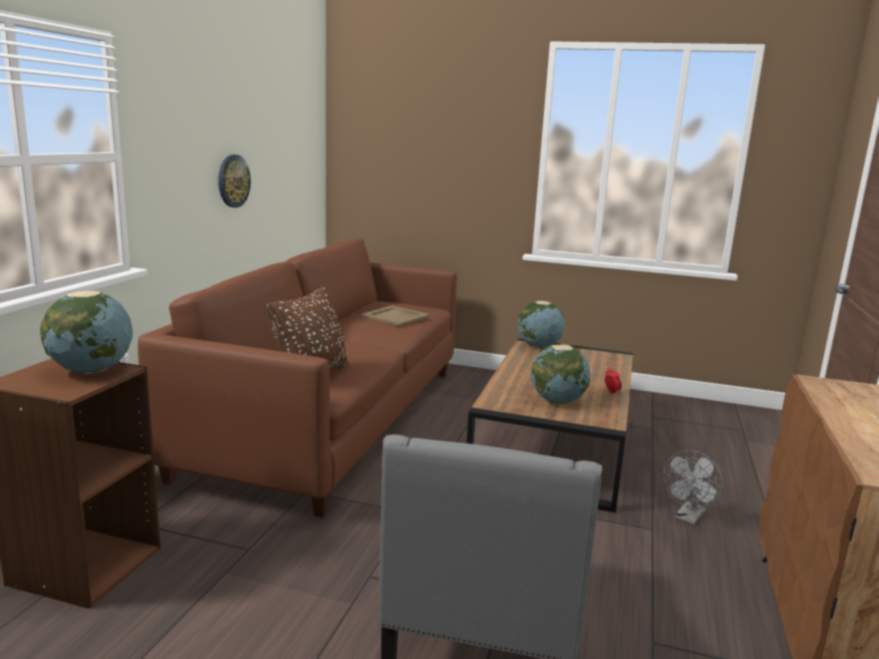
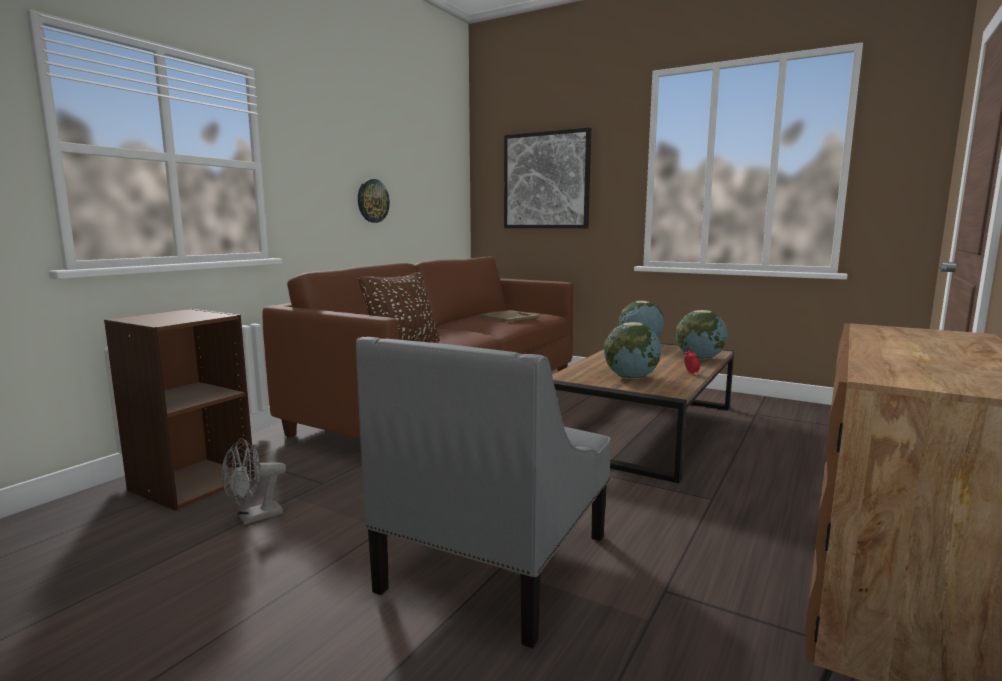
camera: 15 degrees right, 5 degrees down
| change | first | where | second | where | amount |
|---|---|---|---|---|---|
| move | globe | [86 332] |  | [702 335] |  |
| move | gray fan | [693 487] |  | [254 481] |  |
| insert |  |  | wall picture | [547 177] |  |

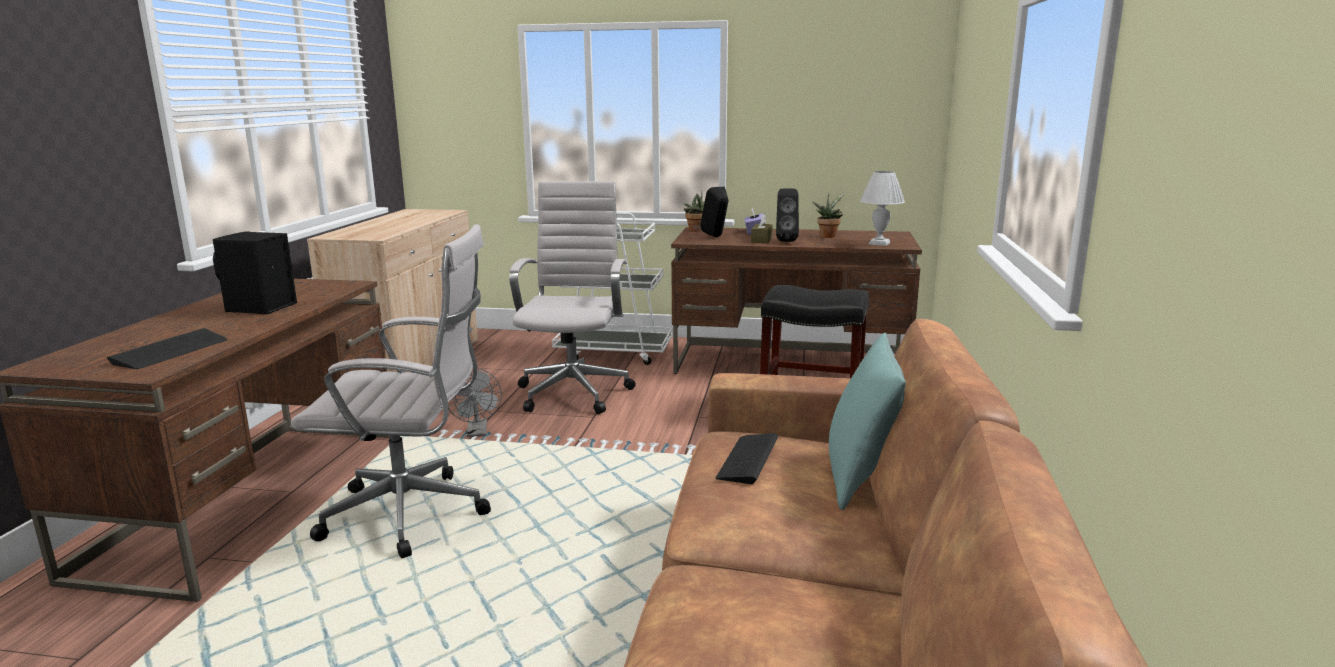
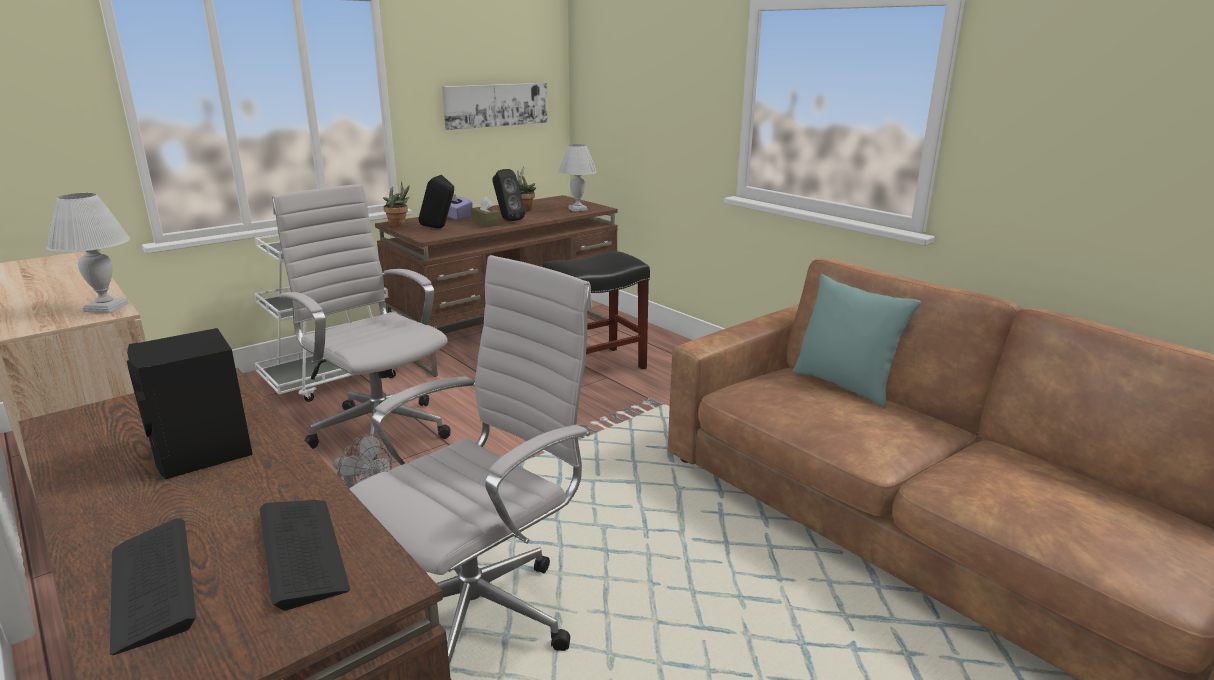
camera: 50 degrees left, 5 degrees up
| change | first | where | second | where | amount |
|---|---|---|---|---|---|
| move | keyboard | [747 458] |  | [153 586] |  |
| insert |  |  | wall picture | [495 106] |  |
| insert |  |  | white-coloured lamp for a table | [88 253] |  |

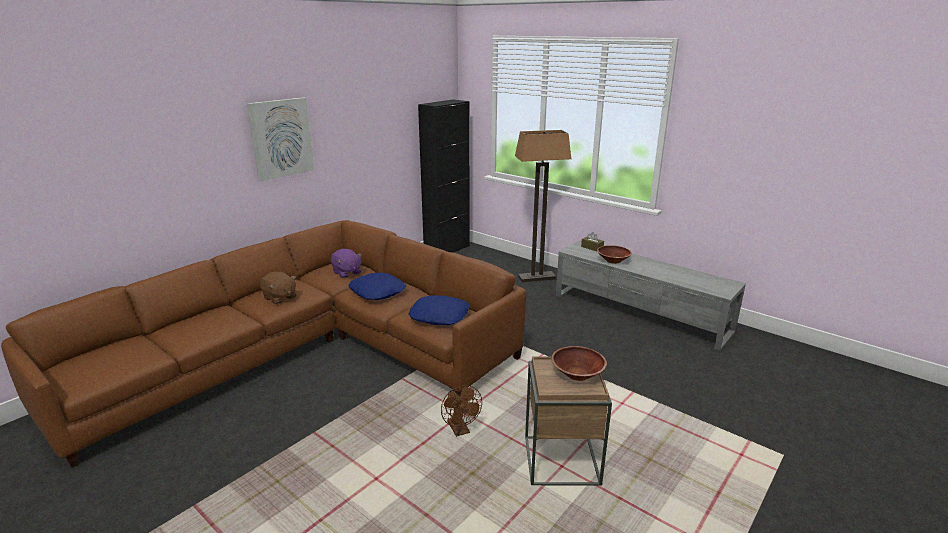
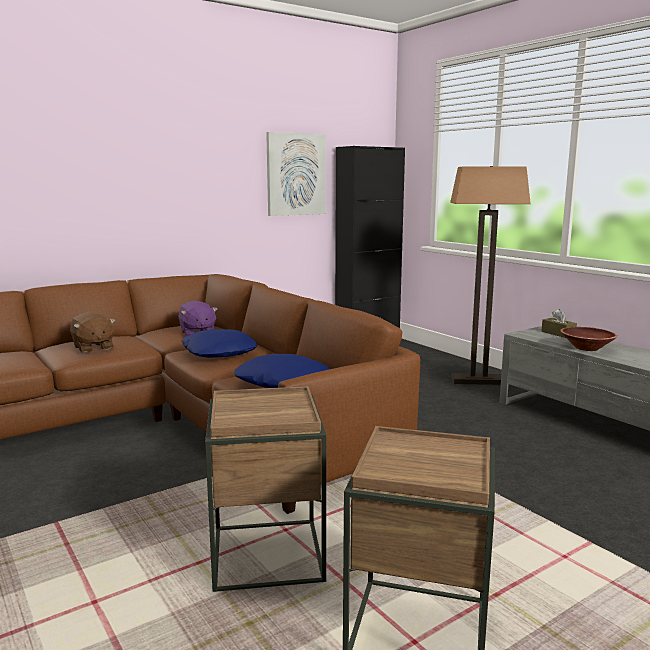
camera: 15 degrees right, 10 degrees down
| change | first | where | second | where | amount |
|---|---|---|---|---|---|
| move | wall picture | [280 139] |  | [296 174] |  |
| delete | brown serving bowl | [579 363] |  |  |  |
| replace | brown fan | [461 411] | brown end table | [265 489] |  |

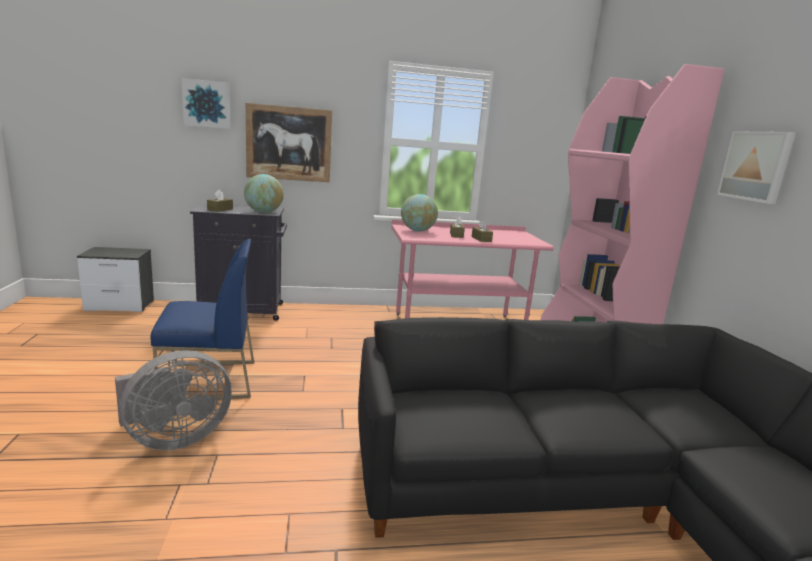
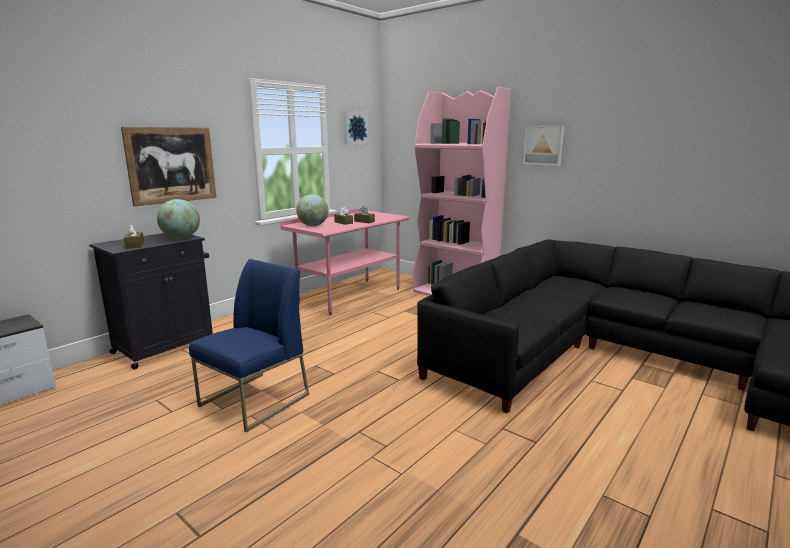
camera: 40 degrees left, 0 degrees up
| change | first | where | second | where | amount |
|---|---|---|---|---|---|
| move | wall picture | [206 103] |  | [356 128] |  |
| delete | gray fan | [173 400] |  |  |  |

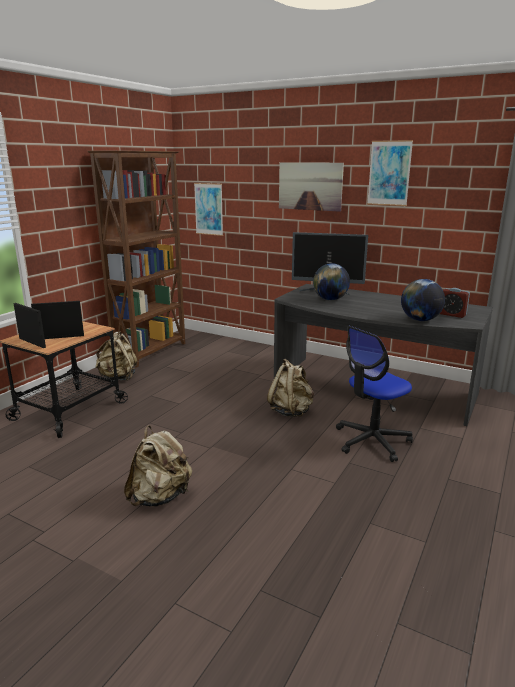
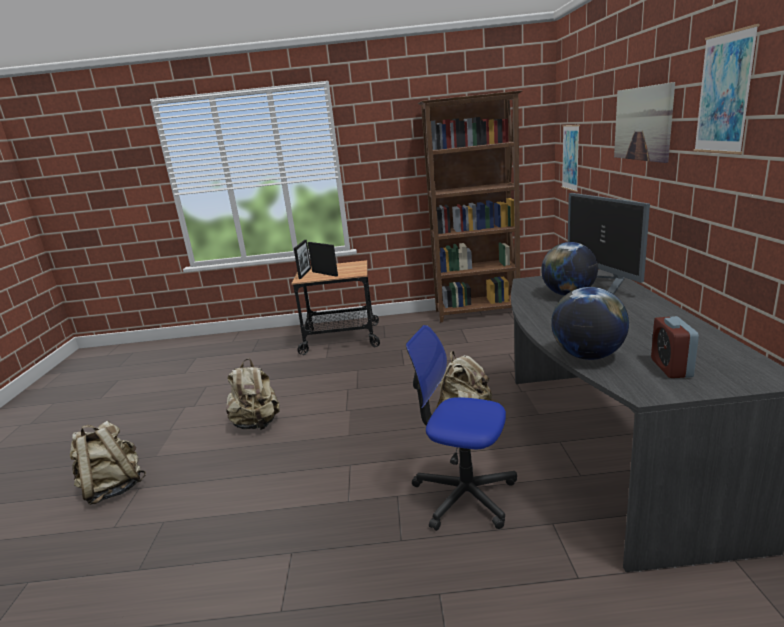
camera: 60 degrees right, 0 degrees up
| change | first | where | second | where | amount |
|---|---|---|---|---|---|
| move | beige rucksack | [116 356] |  | [108 462] |  |

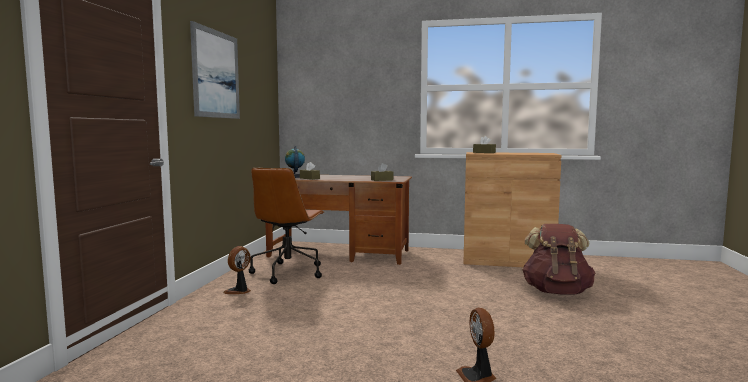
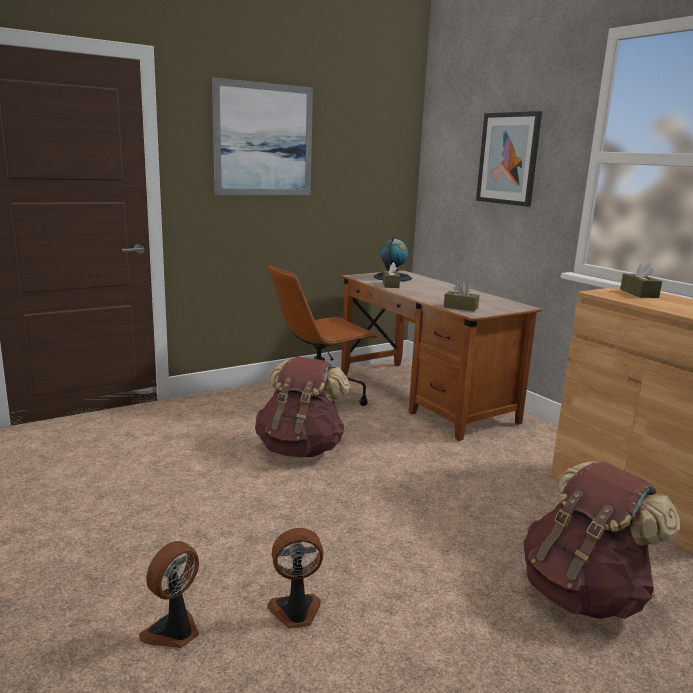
camera: 45 degrees right, 10 degrees up
| change | first | where | second | where | amount |
|---|---|---|---|---|---|
| move | fan | [237 270] |  | [295 578] |  |
| insert |  |  | wall picture | [509 159] |  |
| insert |  |  | brown rucksack | [302 407] |  |

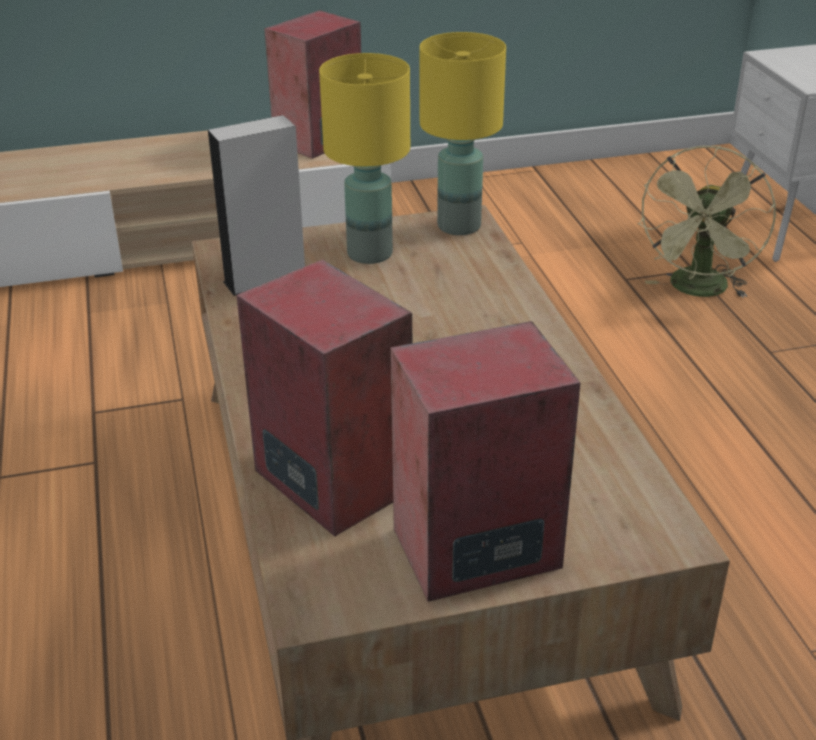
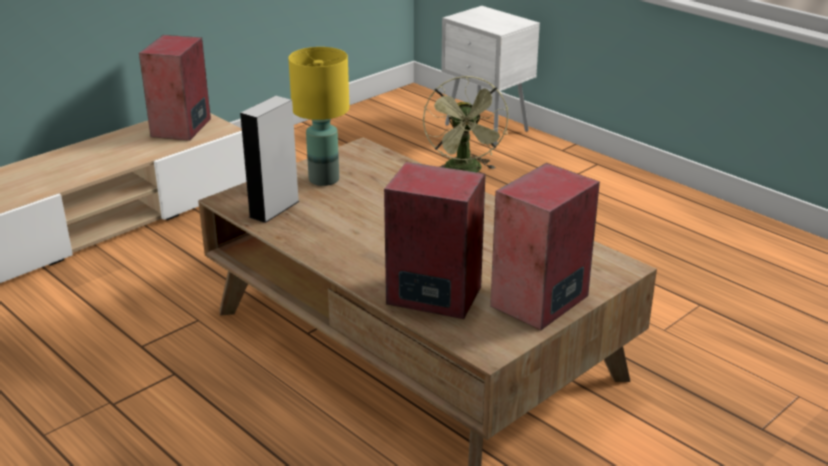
camera: 30 degrees left, 5 degrees down
| change | first | where | second | where | amount |
|---|---|---|---|---|---|
| delete | yellow-coloured lamp for a table | [463 133] |  |  |  |

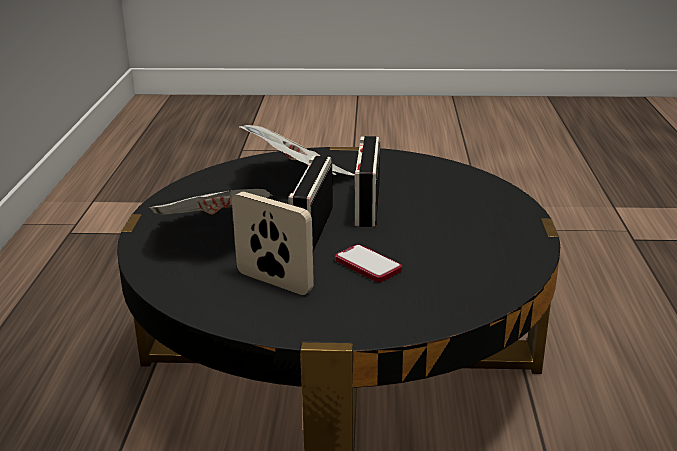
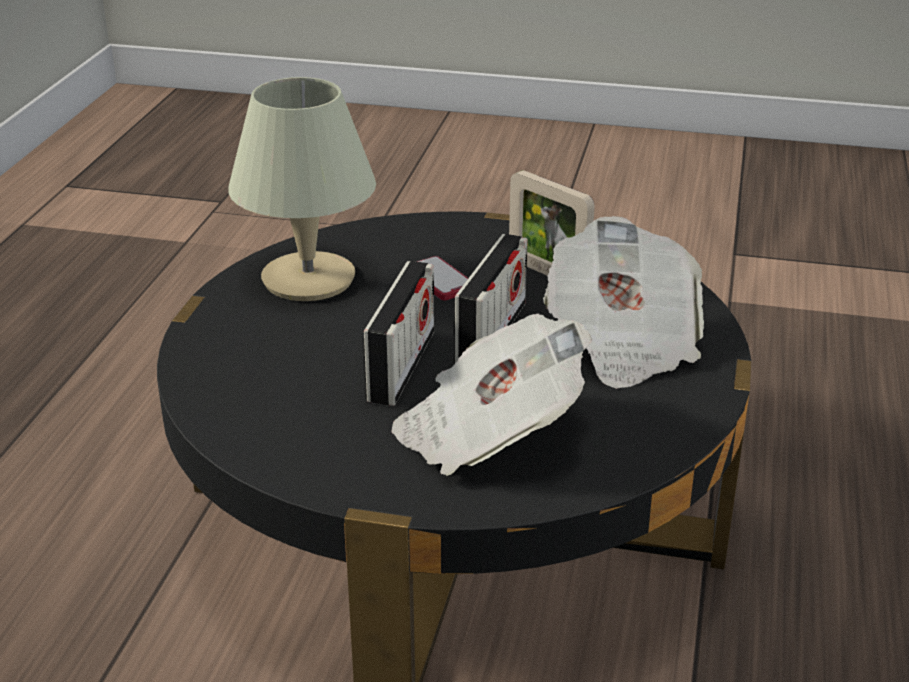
camera: 170 degrees left, 5 degrees up
| change | first | where | second | where | amount |
|---|---|---|---|---|---|
| insert |  |  | beige lamp for a table | [302 189] |  |

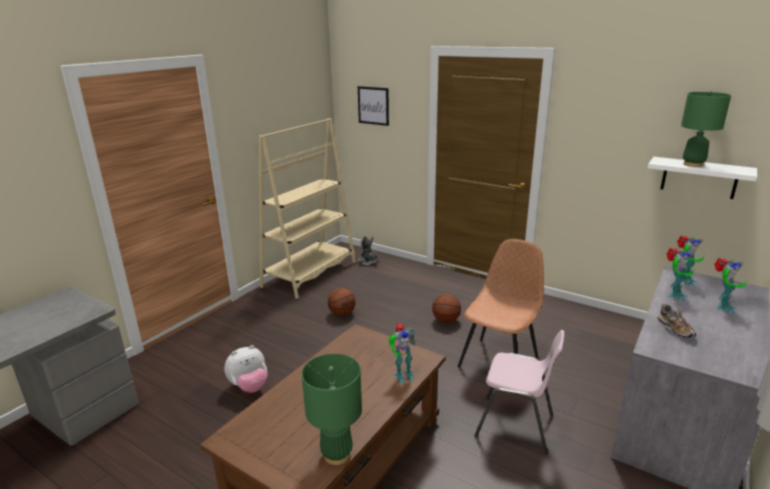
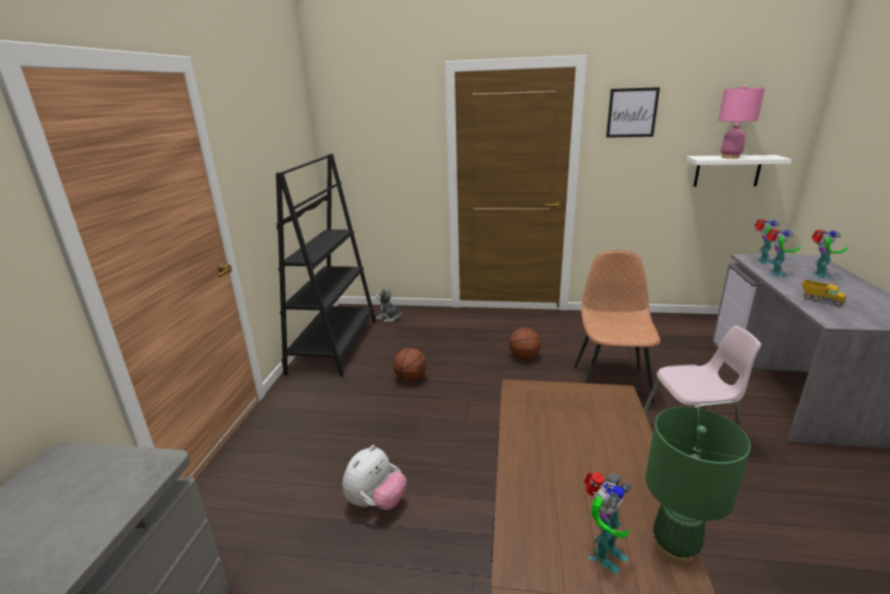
camera: 25 degrees left, 0 degrees up
| change | first | where | second | where | amount |
|---|---|---|---|---|---|
| move | wall picture | [373 106] |  | [633 112] |  |
| recolor | green lamp for a table | [706 129] | pink-coloured lamp for a table | [742 122] |  |
| recolor | beige bookshelf | [307 208] | black bookshelf | [326 265] |  |
| replace | shoe | [677 321] | toy lorry | [824 293] |  |
| move | model robot | [402 353] |  | [608 522] |  |

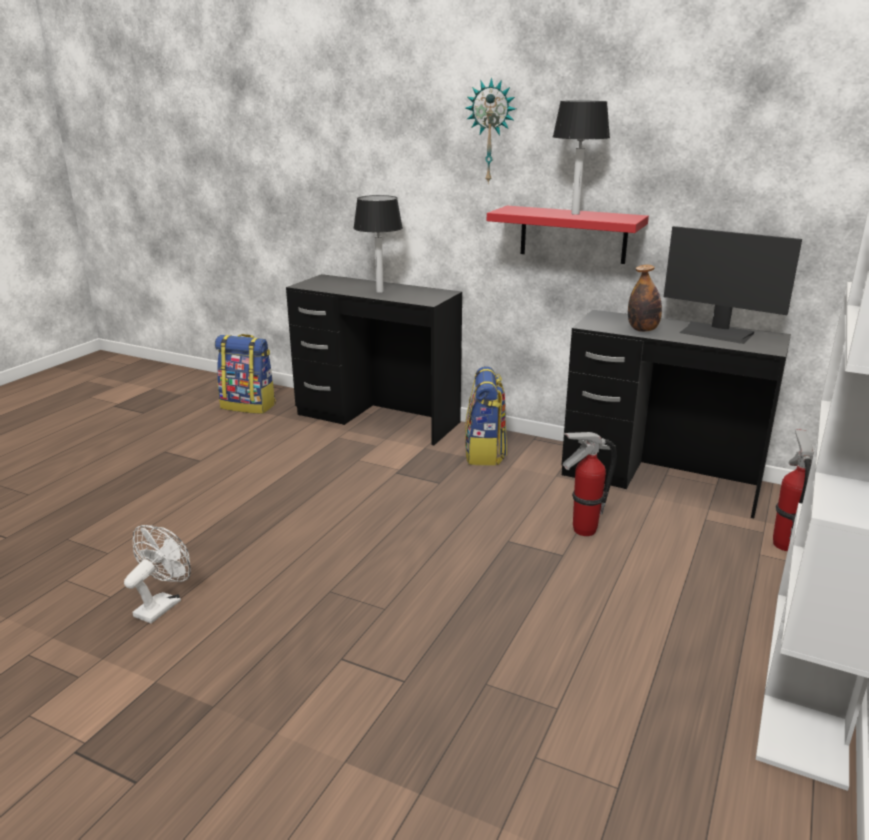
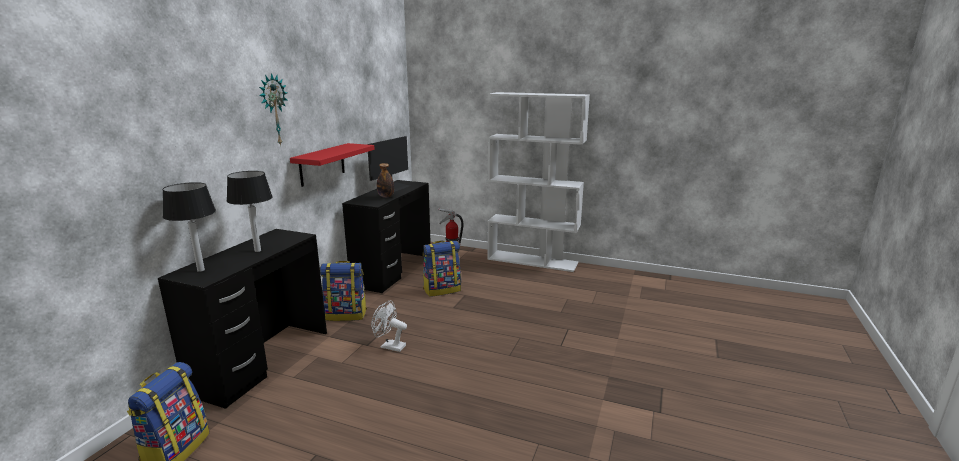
camera: 95 degrees left, 5 degrees down
| change | first | where | second | where | amount |
|---|---|---|---|---|---|
| move | lamp for a table | [581 158] |  | [189 227] |  |
| replace | extinguisher | [590 484] | rucksack | [442 268] |  |
| move | white-coloured fan | [157 574] |  | [389 326] |  |

